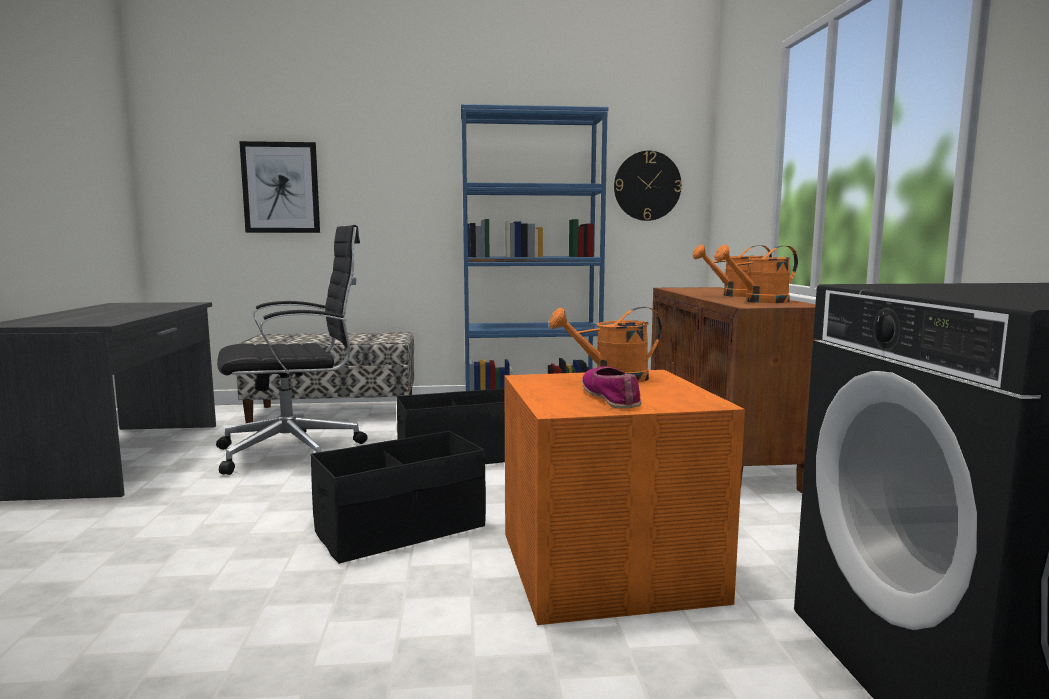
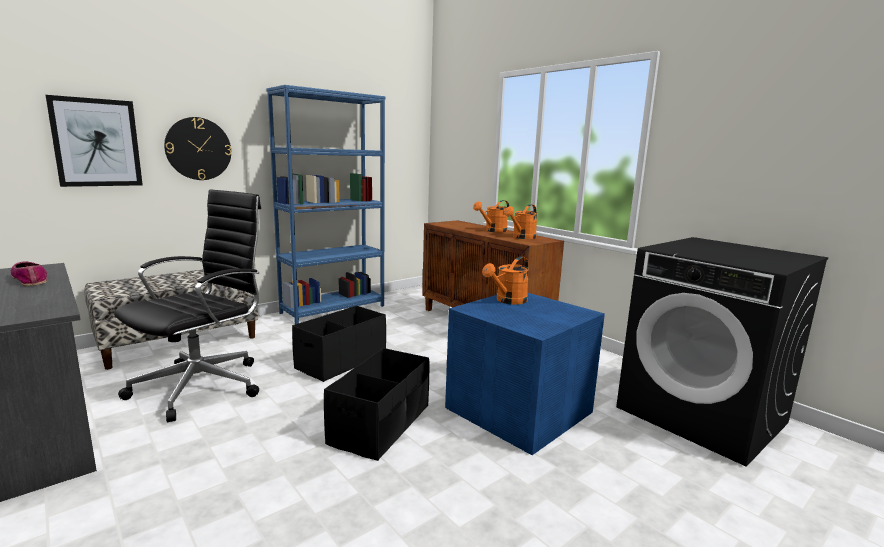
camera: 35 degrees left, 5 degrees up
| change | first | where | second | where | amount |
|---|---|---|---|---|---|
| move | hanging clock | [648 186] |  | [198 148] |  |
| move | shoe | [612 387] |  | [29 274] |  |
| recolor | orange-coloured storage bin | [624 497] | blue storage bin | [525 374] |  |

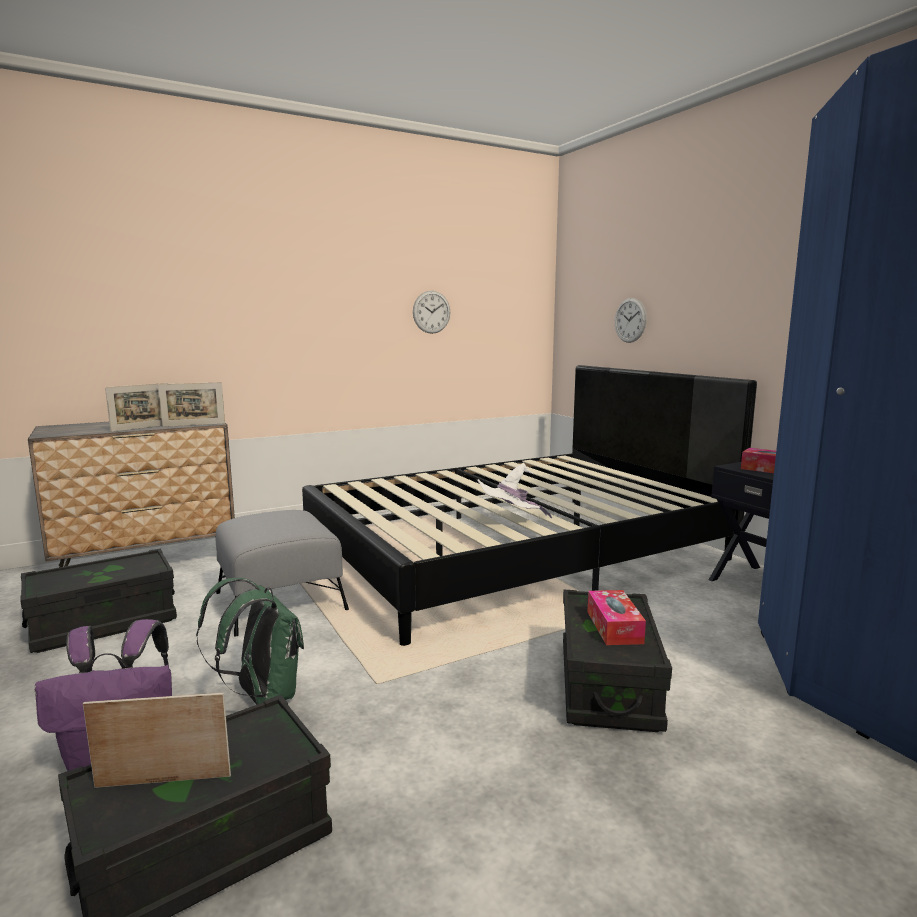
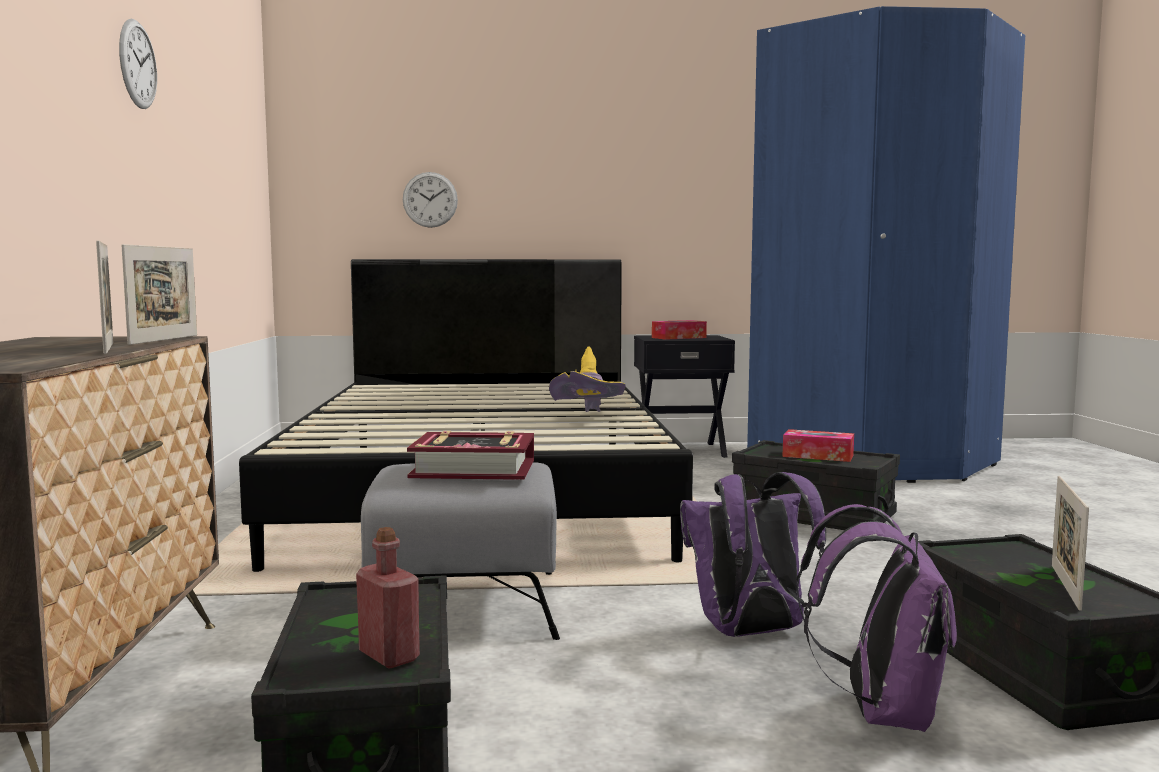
camera: 65 degrees left, 5 degrees down
| change | first | where | second | where | amount |
|---|---|---|---|---|---|
| move | hanging clock | [431 312] |  | [138 64] |  |
| recolor | white-coloured clothing hat | [514 490] | yellow-coloured clothing hat | [587 379] |  |
| recolor | green rucksack | [250 641] | purple-coloured rucksack | [753 554] |  |
| insert |  |  | book | [470 455] |  |
| insert |  |  | red-coloured drink bottle | [388 597] |  |

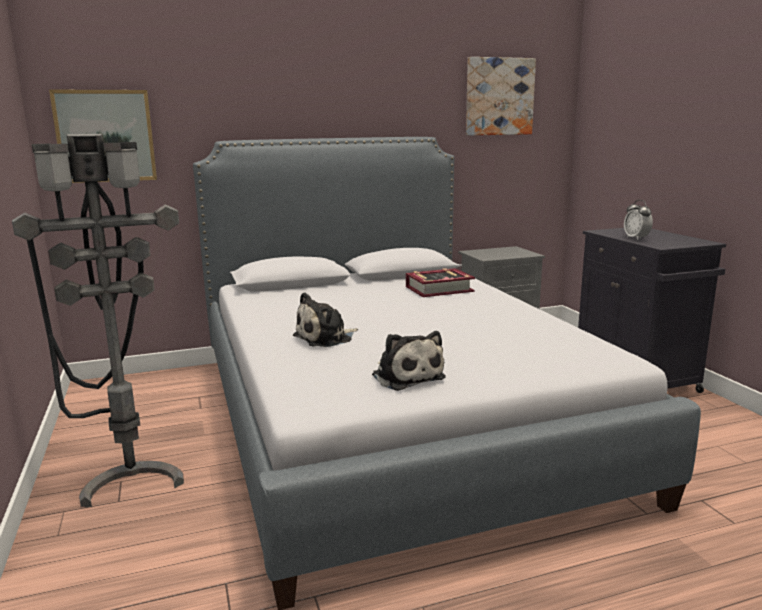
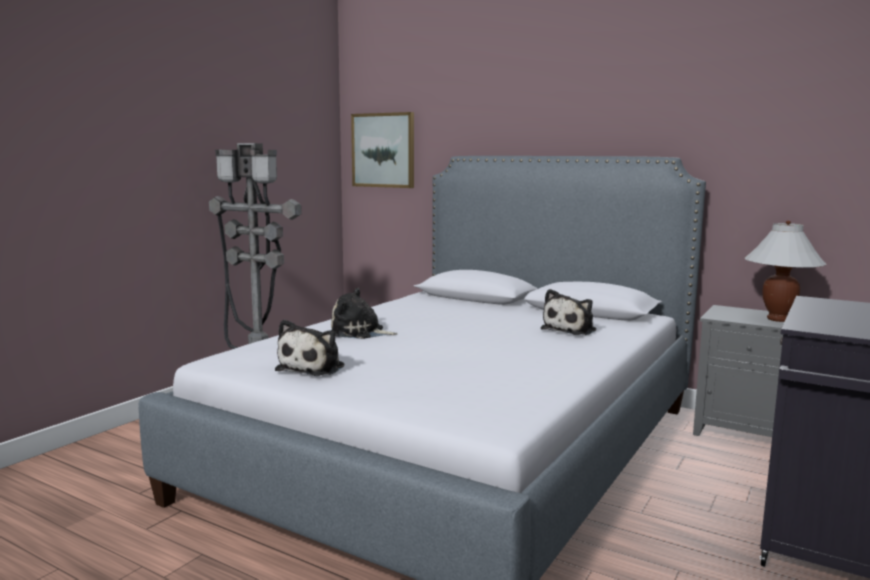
camera: 50 degrees right, 5 degrees down
| change | first | where | second | where | amount |
|---|---|---|---|---|---|
| delete | wall picture | [501 96] |  |  |  |
| delete | bedside clock | [638 220] |  |  |  |
| replace | book | [440 282] | soft toy | [568 312] |  |
| insert |  |  | white-coloured lamp for a table | [785 271] |  |

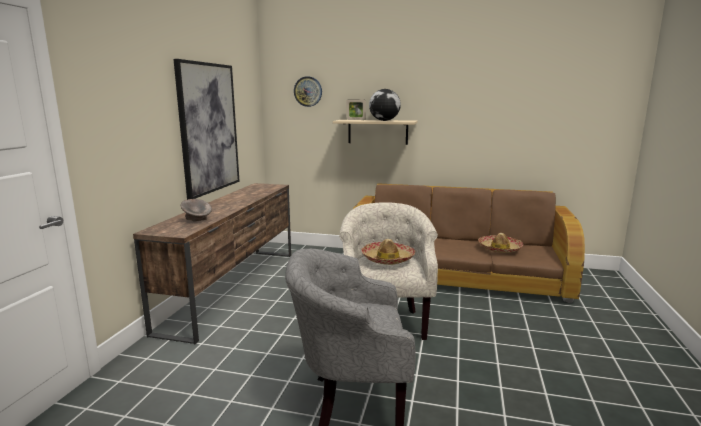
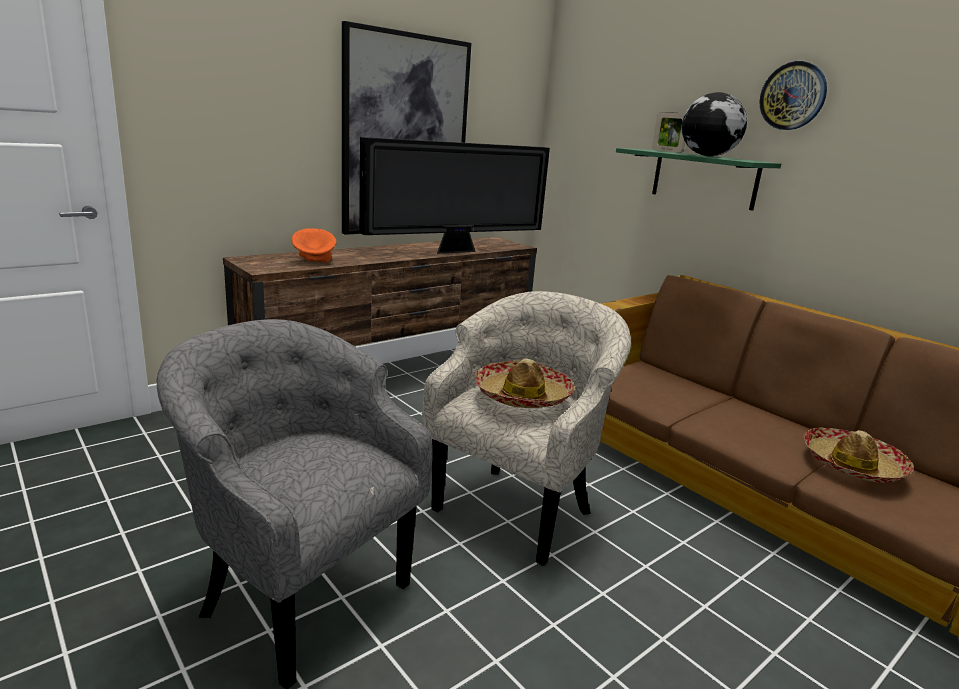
camera: 35 degrees right, 5 degrees up
| change | first | where | second | where | amount |
|---|---|---|---|---|---|
| move | hanging clock | [308 91] |  | [793 95] |  |
| recolor | beige wall shelf | [375 132] | green wall shelf | [698 179] |  |
| recolor | gray serving bowl | [196 210] | orange-coloured serving bowl | [313 245] |  |
| insert |  |  | television | [454 195] |  |

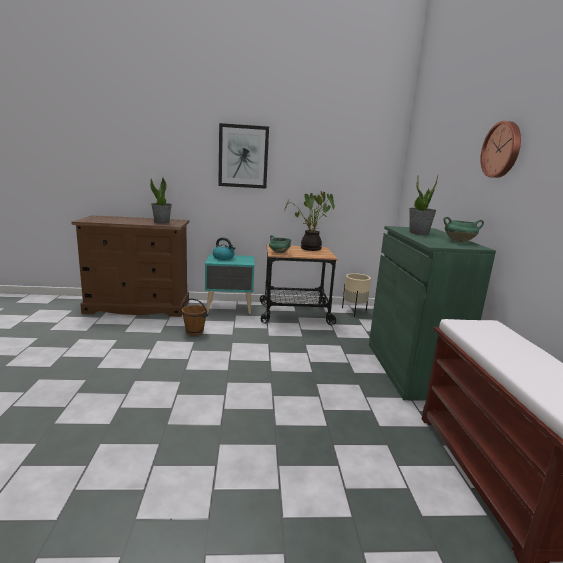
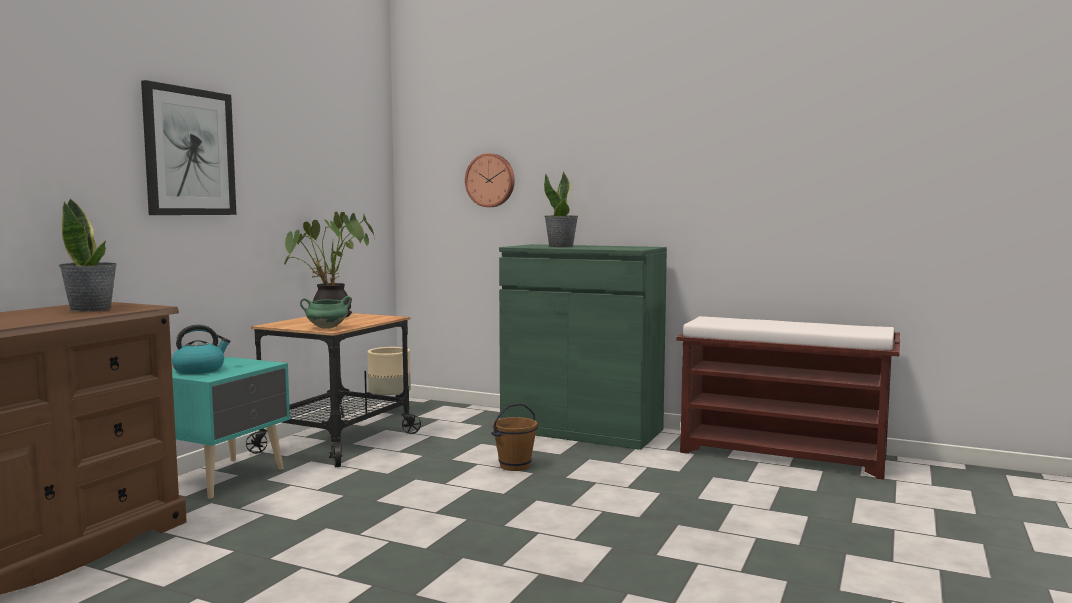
camera: 60 degrees left, 10 degrees down
| change | first | where | second | where | amount |
|---|---|---|---|---|---|
| move | hanging clock | [500 149] |  | [490 180] |  |
| delete | green cooking pot | [463 229] |  |  |  |
| move | brown bucket | [194 317] |  | [514 437] |  |

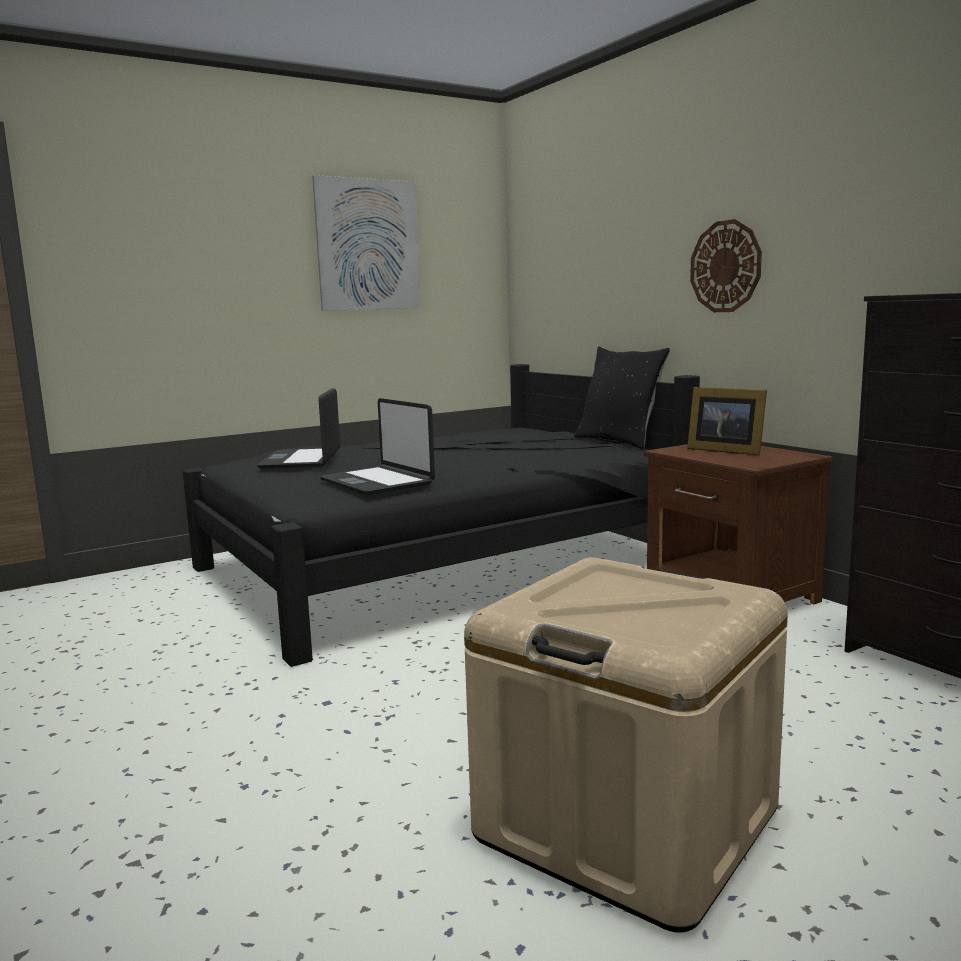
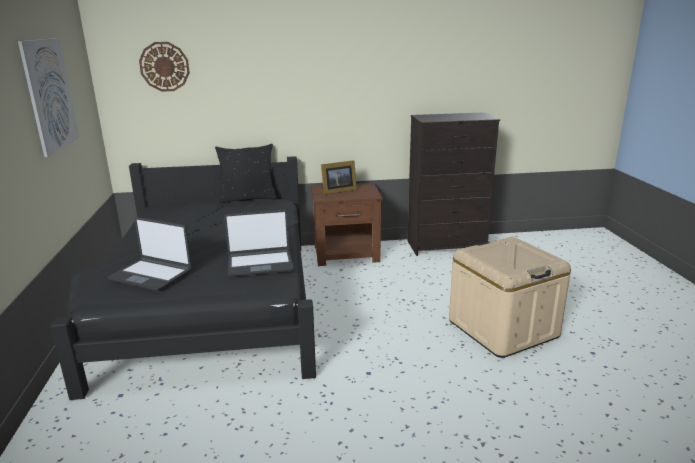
camera: 65 degrees left, 10 degrees up
| change | first | where | second | where | amount |
|---|---|---|---|---|---|
| move | hanging clock | [726 265] |  | [164 67] |  |

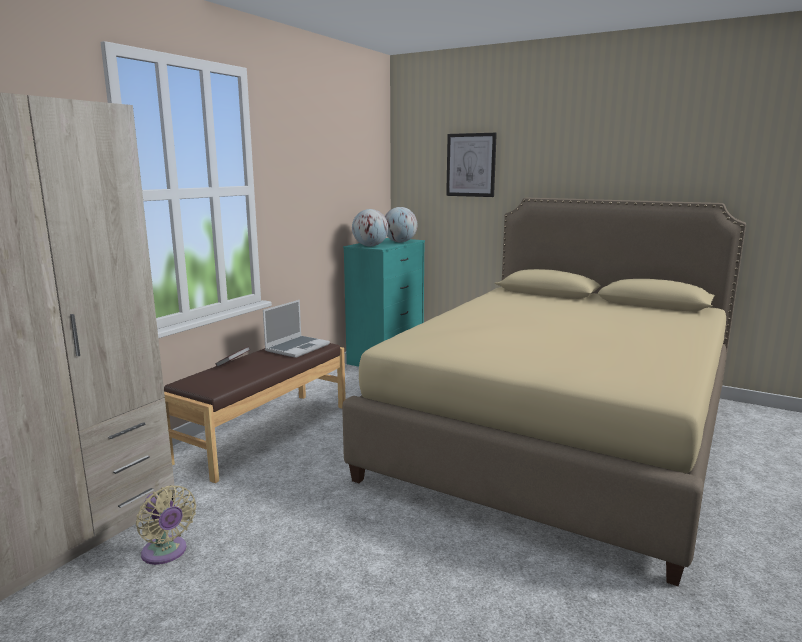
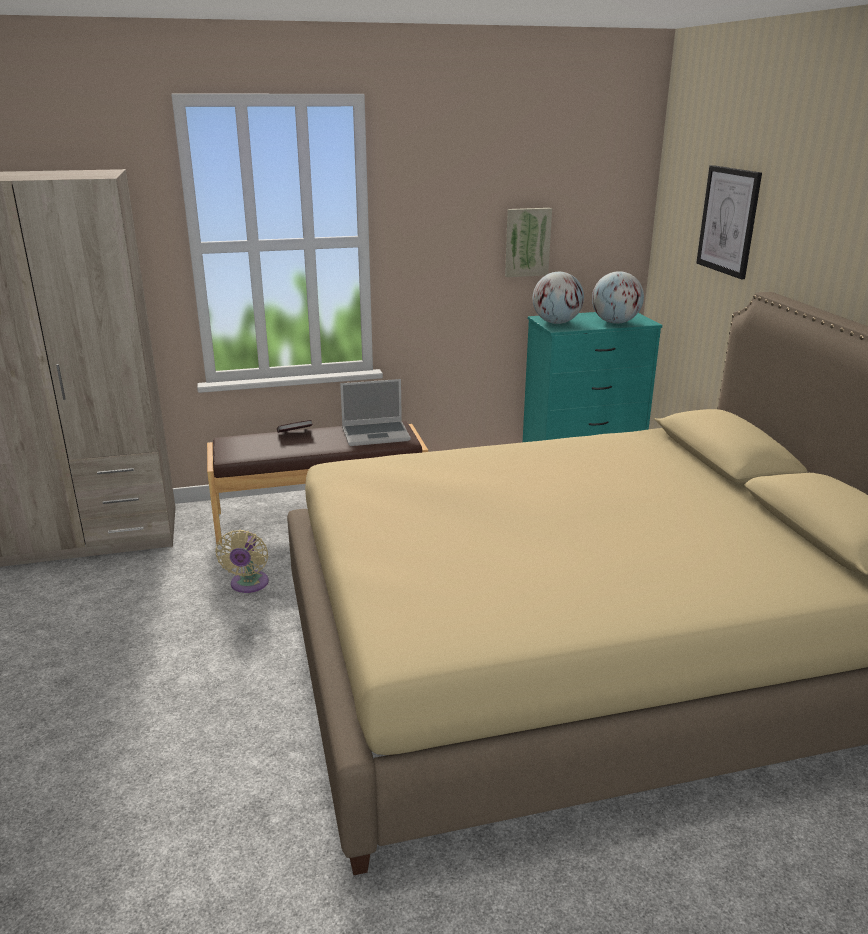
camera: 45 degrees right, 10 degrees up
| change | first | where | second | where | amount |
|---|---|---|---|---|---|
| move | beige fan | [166 525] |  | [242 561] |  |
| insert |  |  | wall picture | [528 242] |  |

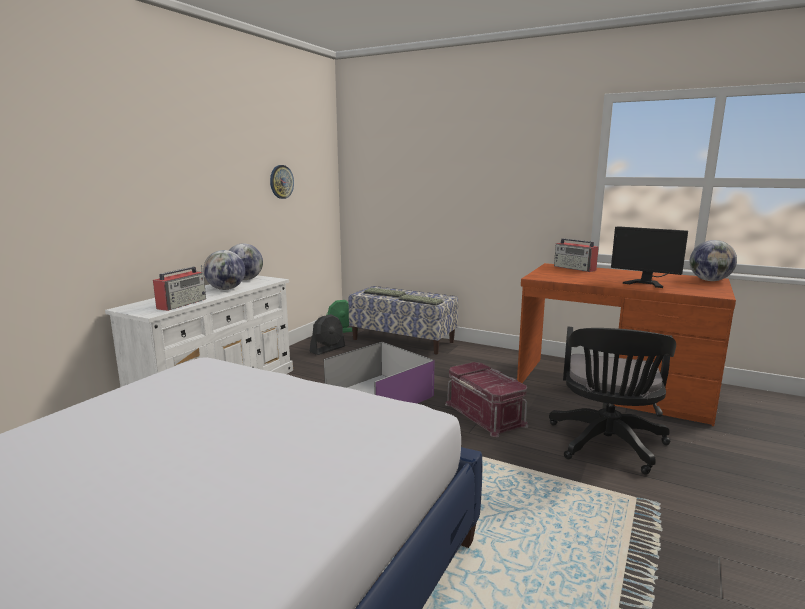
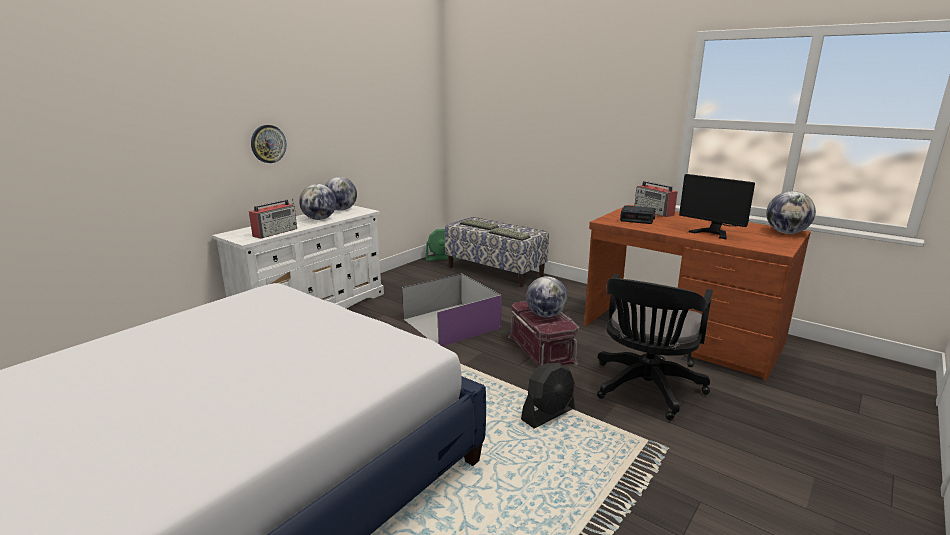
camera: 10 degrees right, 5 degrees up
| change | first | where | second | where | amount |
|---|---|---|---|---|---|
| move | hanging clock | [282 182] |  | [268 144] |  |
| move | black fan | [327 334] |  | [548 396] |  |
| insert |  |  | bedside clock | [638 214] |  |
| insert |  |  | globe | [546 296] |  |

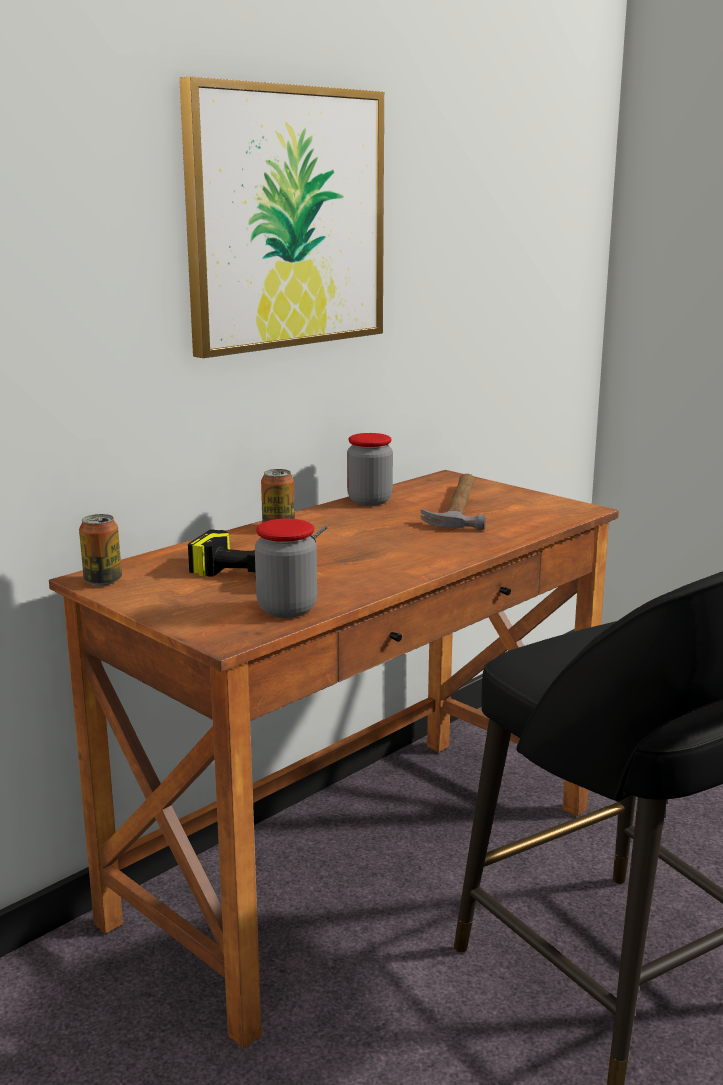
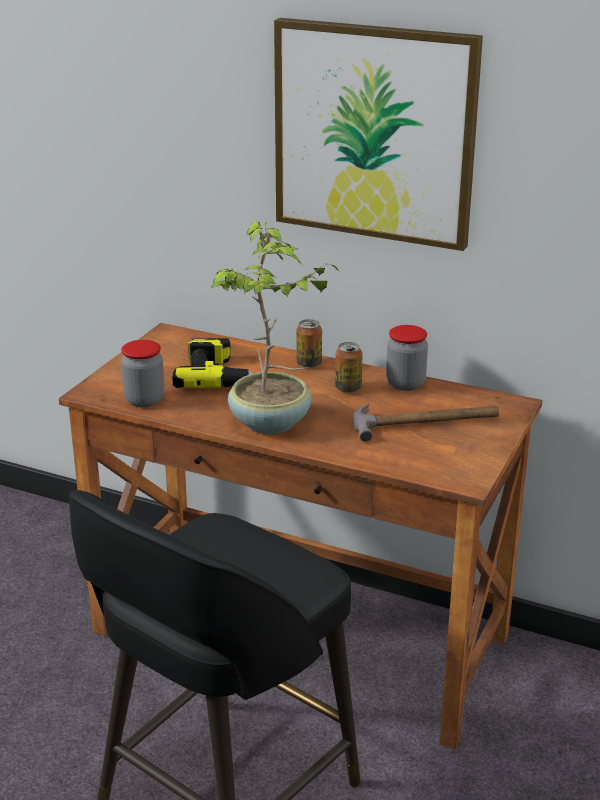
camera: 70 degrees right, 10 degrees up
| change | first | where | second | where | amount |
|---|---|---|---|---|---|
| move | sealed can | [100 550] |  | [349 367] |  |
| insert |  |  | potted plant | [274 328] |  |

